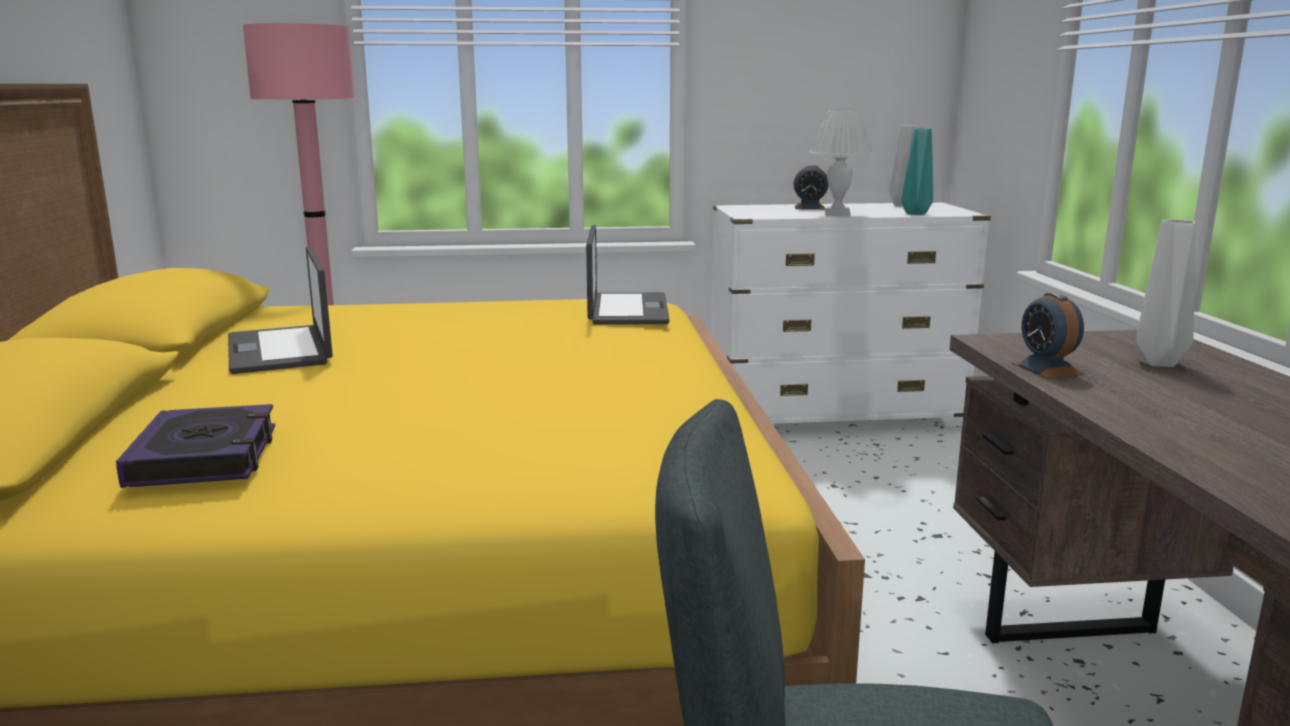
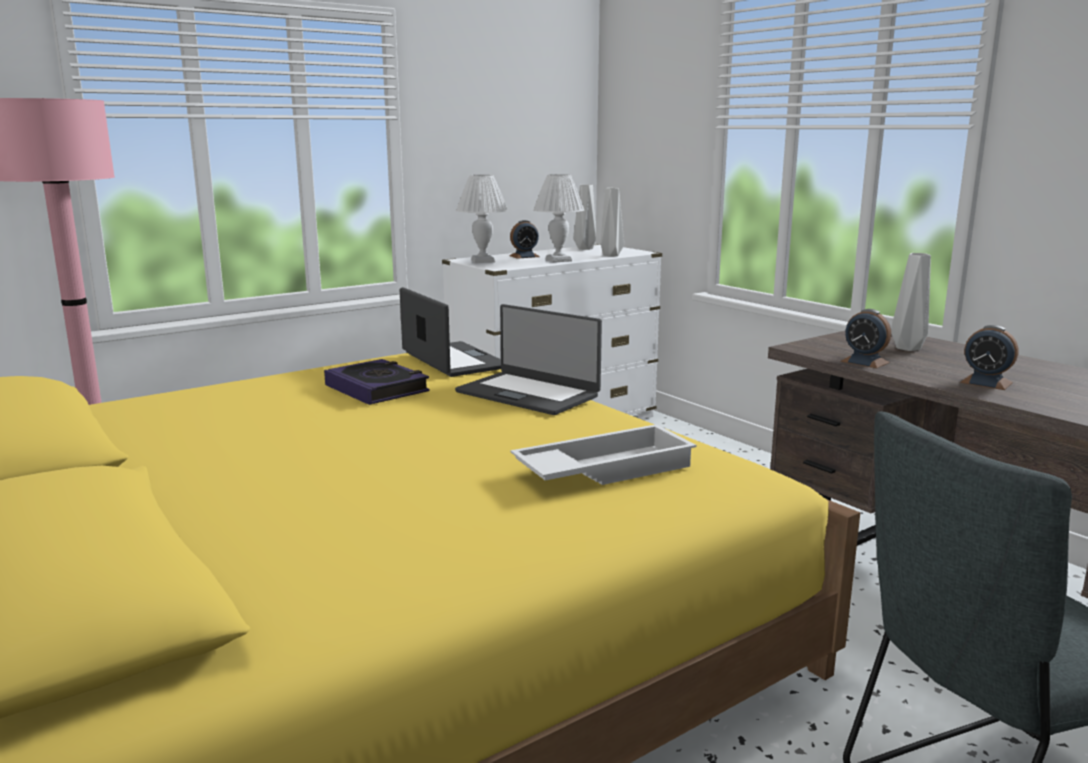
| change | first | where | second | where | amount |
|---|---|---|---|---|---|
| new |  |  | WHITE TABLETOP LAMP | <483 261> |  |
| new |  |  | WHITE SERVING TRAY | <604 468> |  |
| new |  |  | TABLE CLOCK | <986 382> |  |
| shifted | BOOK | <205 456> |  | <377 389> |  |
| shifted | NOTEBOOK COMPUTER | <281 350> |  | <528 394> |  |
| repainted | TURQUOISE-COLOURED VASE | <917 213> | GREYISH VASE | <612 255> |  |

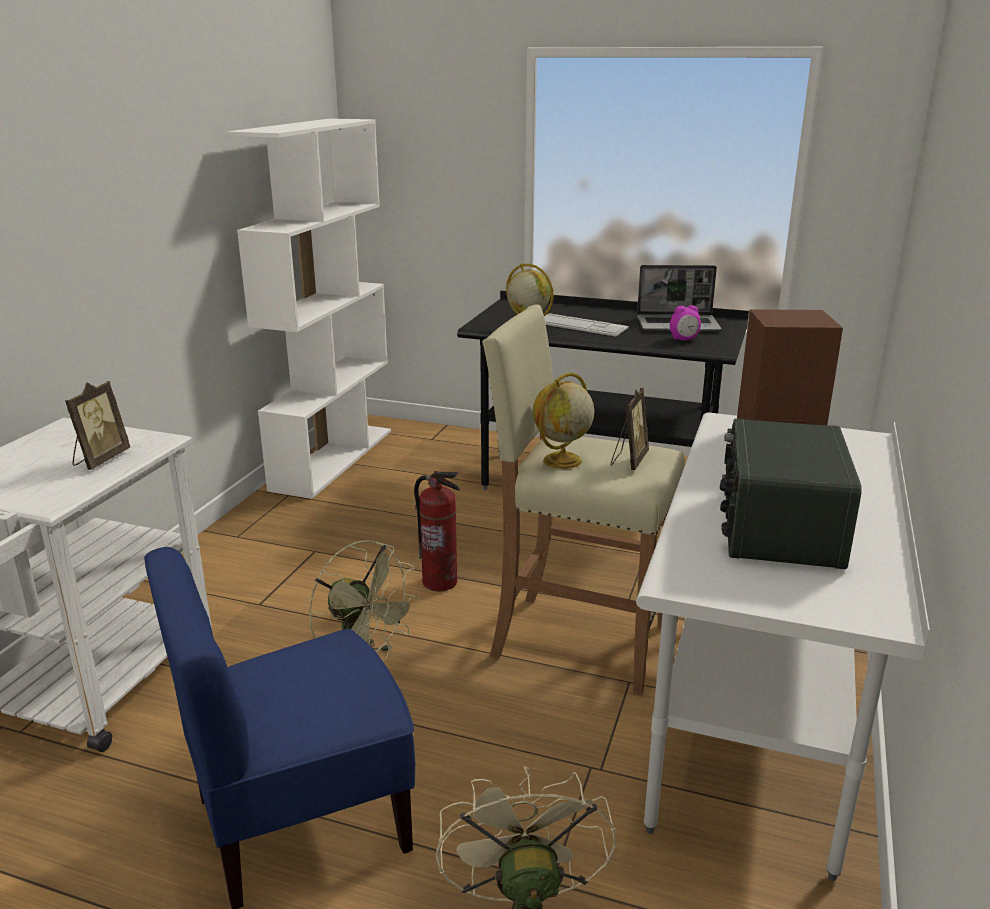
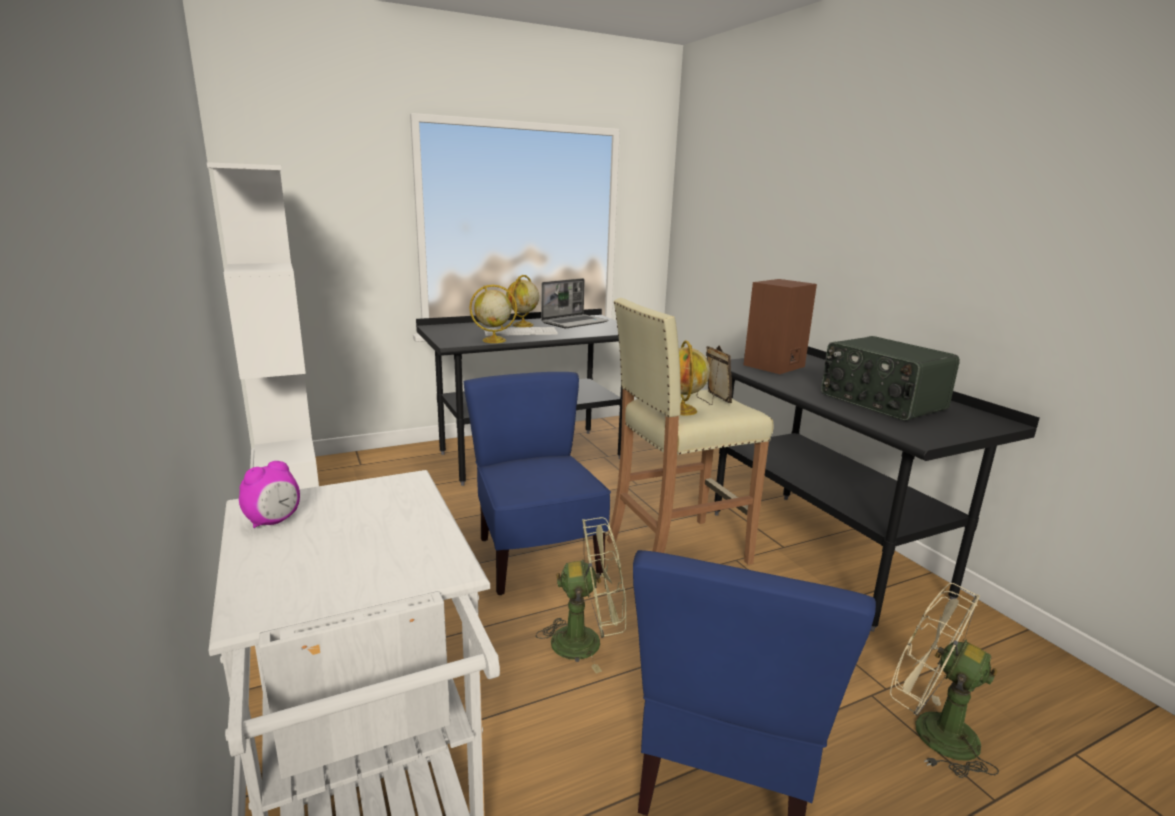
| change | first | where | second | where | amount |
|---|---|---|---|---|---|
| gone | STANDING FRAME | <100 460> |  |  |  |
| new |  |  | WORLD GLOBE | <523 325> |  |
| shifted | TABLE CLOCK | <684 339> |  | <274 521> |  |
| swapped | FIRE-FIGHTING CYLINDER | <440 582> | BLUE-COLOURED PLAIN CHAIR | <536 557> |  |
| repainted | WHITE DESK TABLE | <754 730> | BLACKISH DESK TABLE | <822 553> |  |

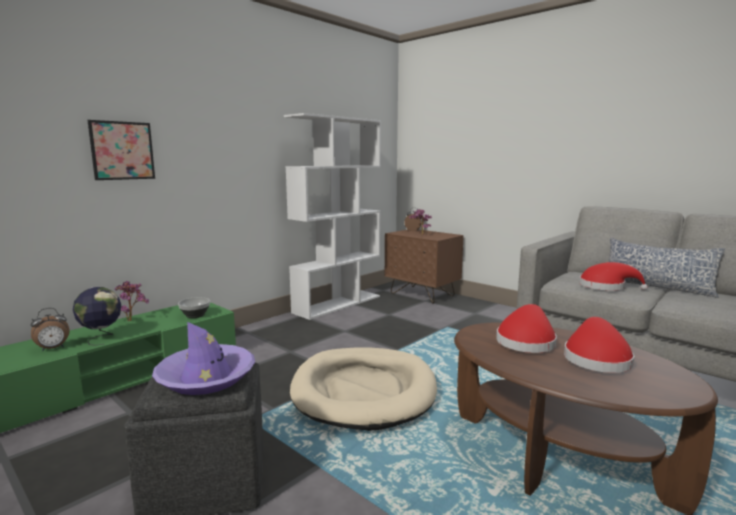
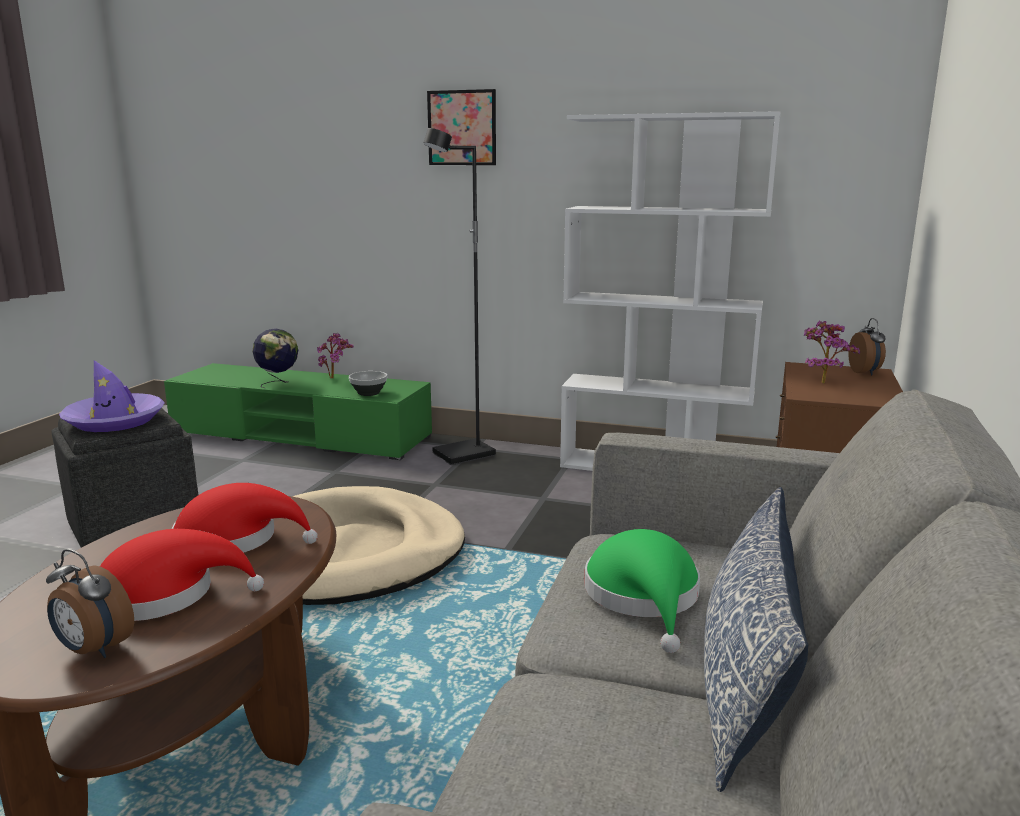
| change | first | where | second | where | amount |
|---|---|---|---|---|---|
| new |  |  | BLACKISH FLOOR LAMP | <464 455> |  |
| shifted | TABLE CLOCK | <53 348> |  | <93 650> |  |
| shifted | PICTURE | <122 150> |  | <462 128> |  |
| repainted | RED-COLOURED WEARABLE HAT | <606 287> | GREEN-COLOURED WEARABLE HAT | <644 597> |  |

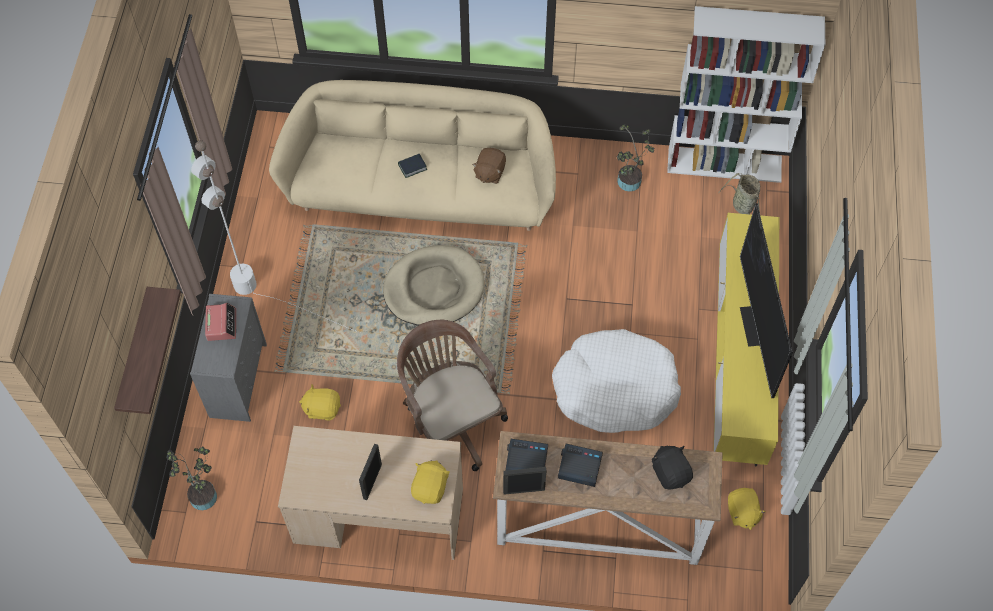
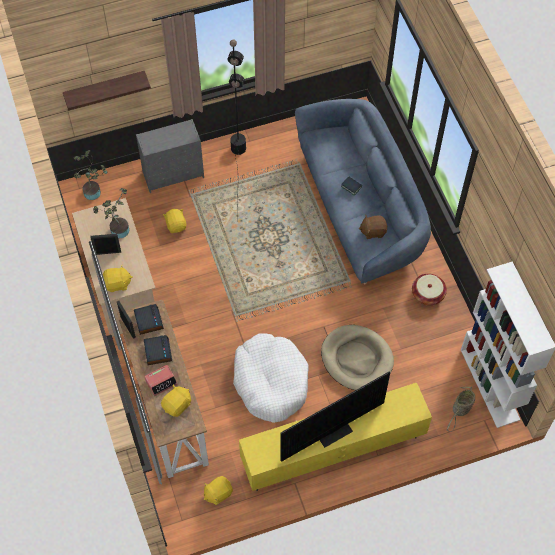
| change | first | where | second | where | amount |
|---|---|---|---|---|---|
| gone | BROWNISH OFFICE CHAIR | <450 421> |  |  |  |
| new |  |  | BASKET | <428 294> |  |
| shifted | TABLE CLOCK | <221 324> |  | <161 382> |  |
| shifted | BEIGE-COLOURED PET BED | <434 288> |  | <356 359> |  |
| shifted | HOUSEPLANT | <628 184> |  | <117 230> |  |
| repainted | WHITE FLOOR LAMP | <301 307> | BLACKISH FLOOR LAMP | <238 183> |  |
| repainted | BEIGE-COLOURED COUCH | <422 188> | BLUE-COLOURED COUCH | <360 210> |  |
| repainted | BLACKISH PLUSH TOY | <670 473> | YELLOWISH PLUSH TOY | <177 405> |  |

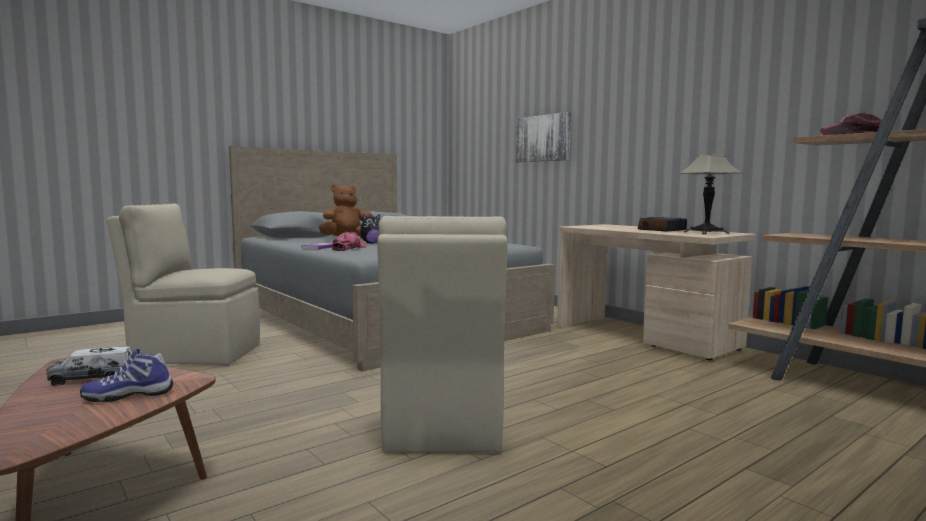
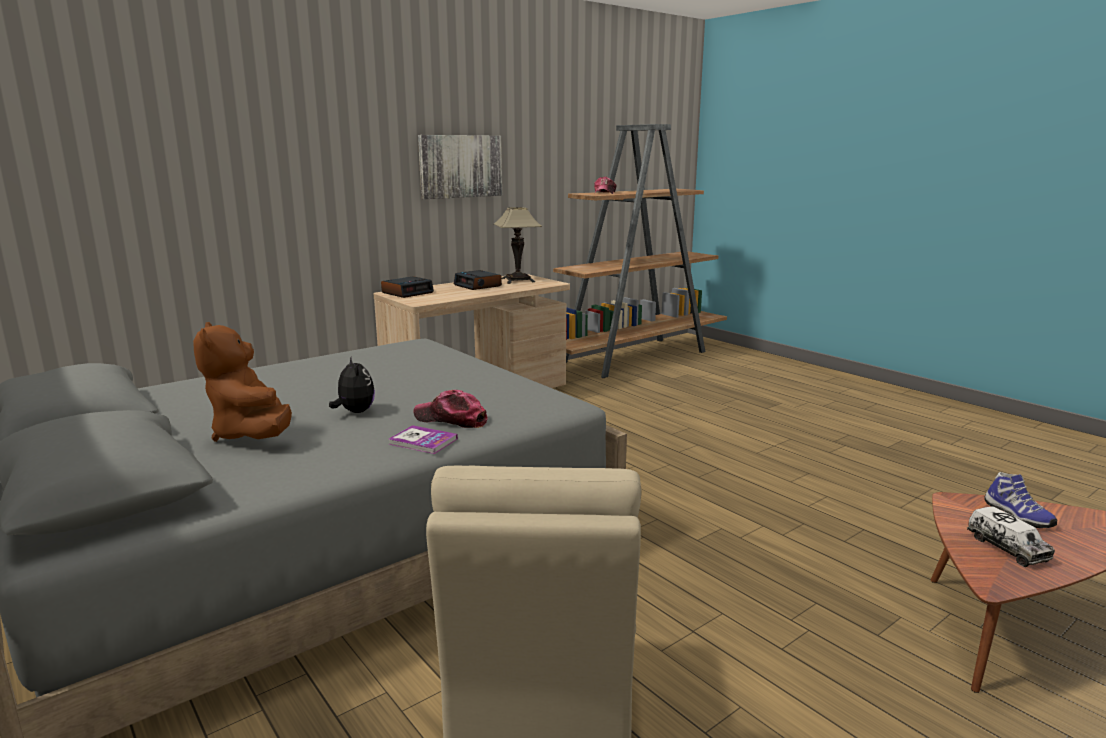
| change | first | where | second | where | amount |
|---|---|---|---|---|---|
| gone | BEIGE-COLOURED PLAIN CHAIR | <442 425> |  |  |  |
| new |  |  | TABLE CLOCK | <407 292> |  |
| shifted | PICTURE | <543 138> |  | <460 166> |  |

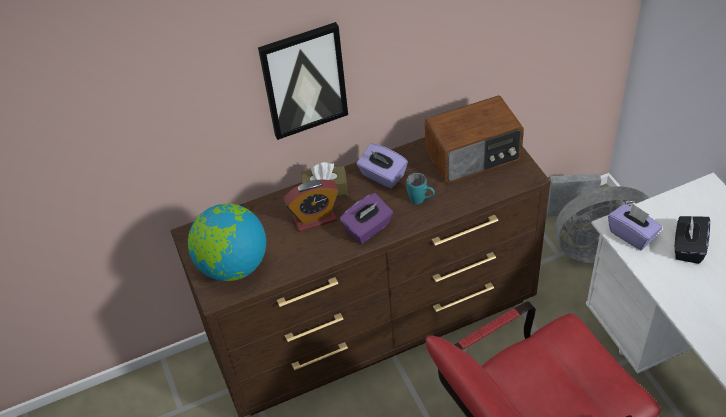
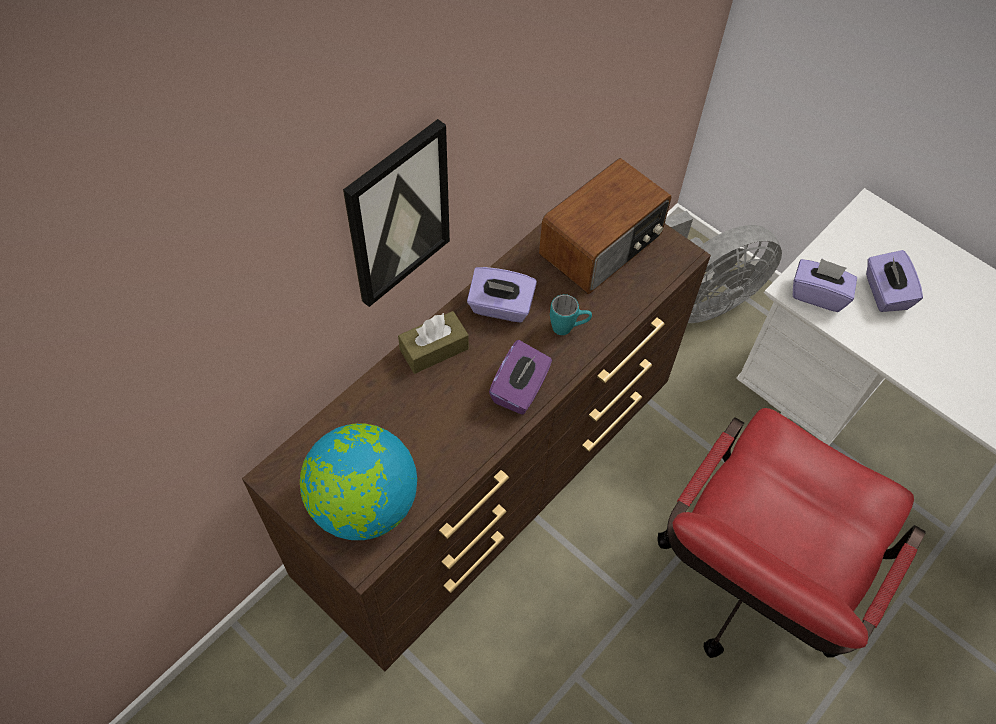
| change | first | where | second | where | amount |
|---|---|---|---|---|---|
| gone | TABLE CLOCK | <315 219> |  |  |  |
| repainted | BLACKISH TISSUE HOLDER | <688 248> | PURPLE TISSUE HOLDER | <885 293> |  |

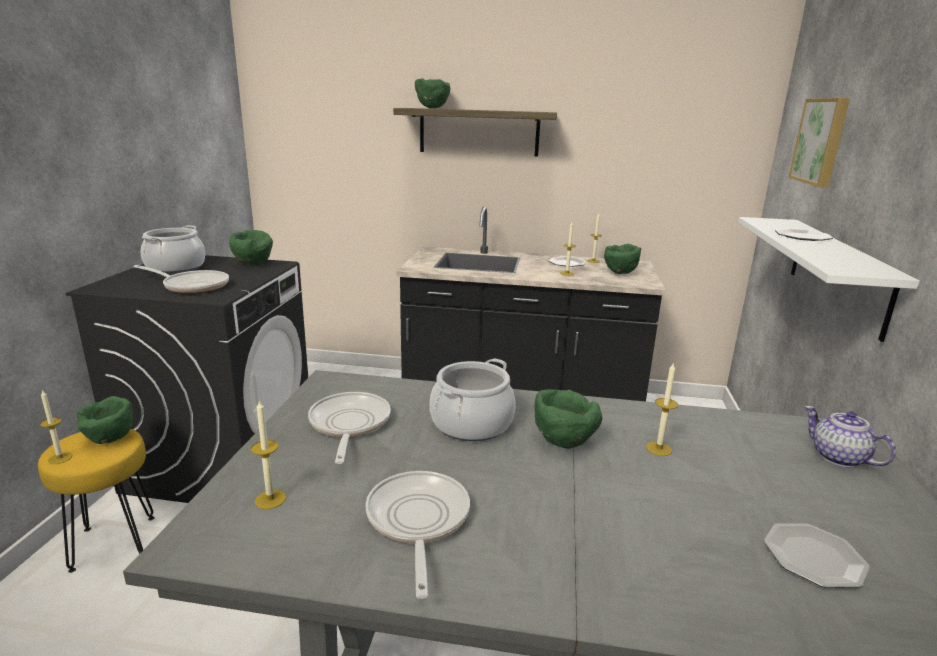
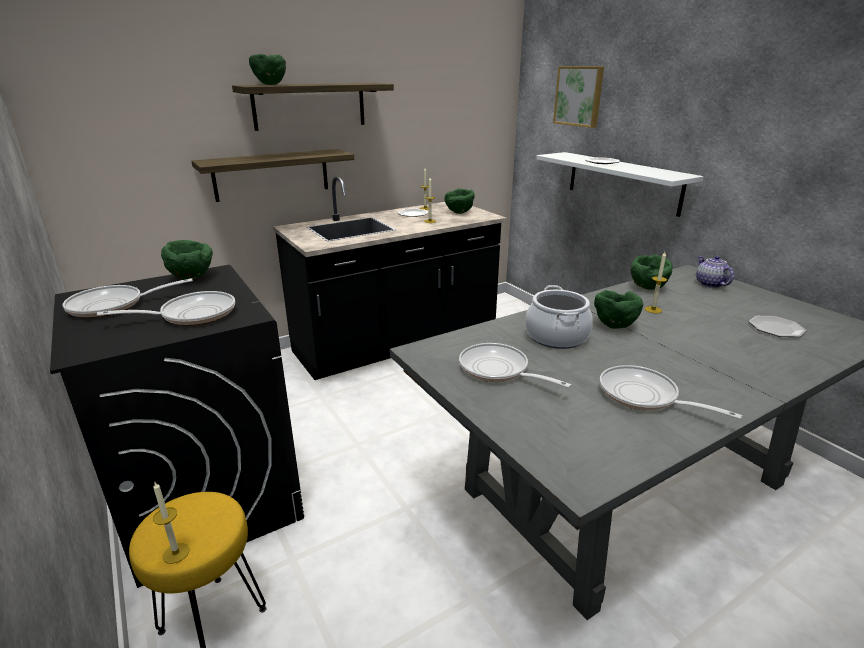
| change | first | where | second | where | amount |
|---|---|---|---|---|---|
| gone | WAX LIGHT | <270 499> |  |  |  |
| new |  |  | WALL SHELF | <271 174> |  |
| shifted | GREEN-COLOURED DEEP DISH | <110 439> |  | <648 288> |  |
| swapped | STOCKPOT | <176 268> | FRYING PAN | <113 306> |  |
| rotated | TEA POT | <838 457> |  | <709 284> | 60 degrees clockwise |

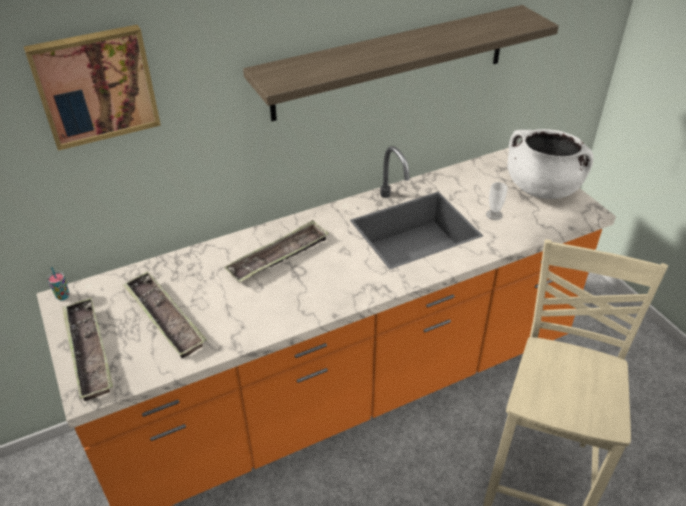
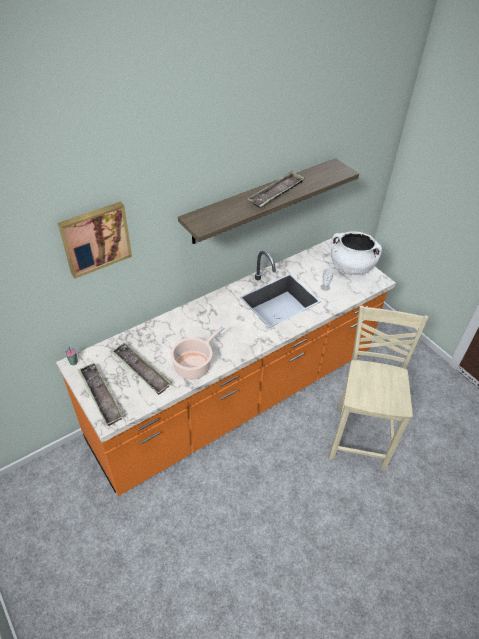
| change | first | where | second | where | amount |
|---|---|---|---|---|---|
| new |  |  | STOCKPOT | <194 365> |  |
| shifted | SERVING TRAY | <278 257> |  | <276 193> |  |

